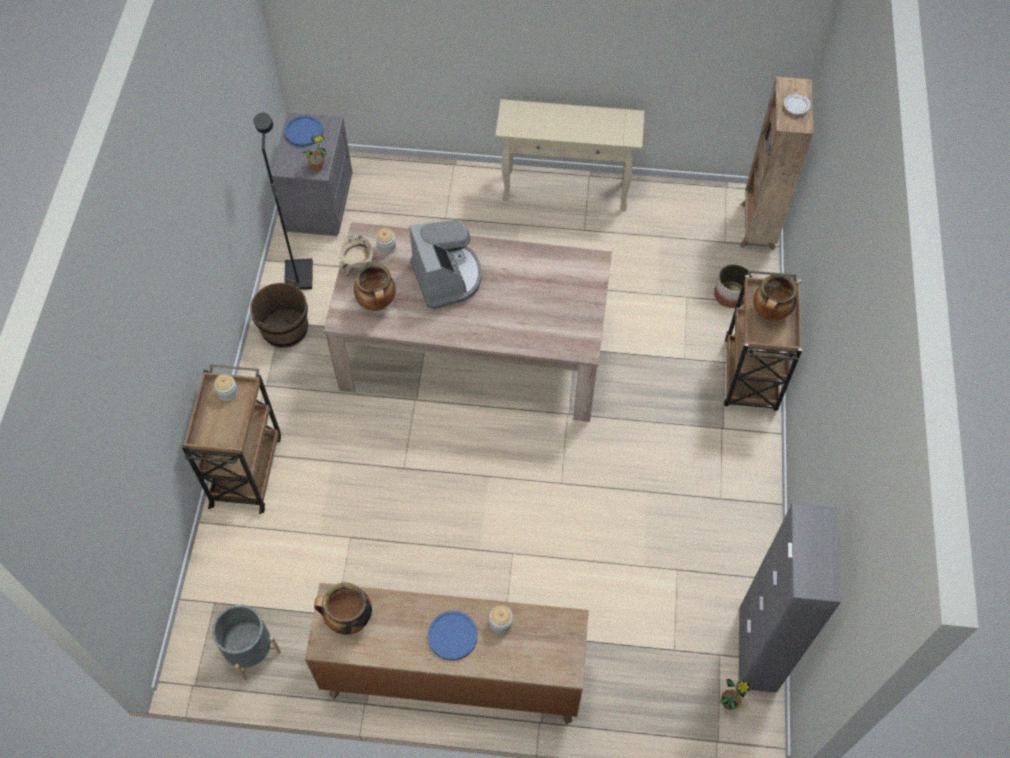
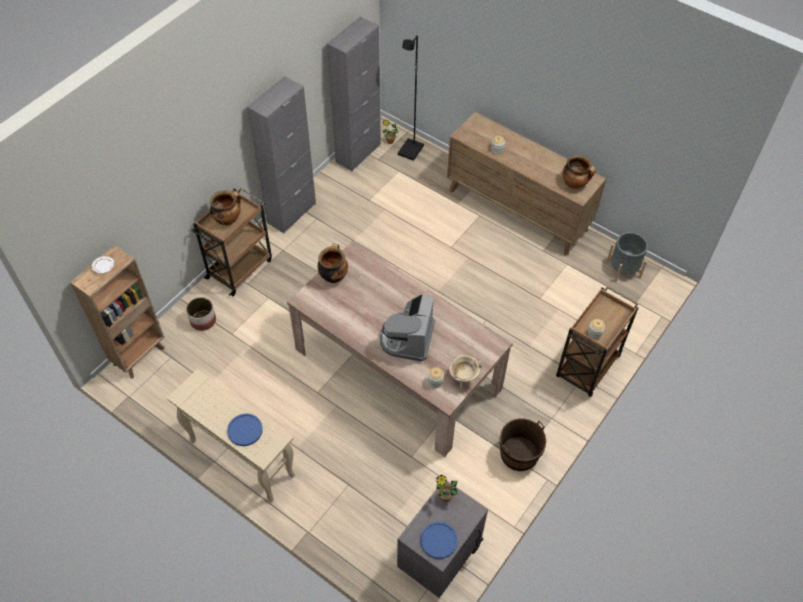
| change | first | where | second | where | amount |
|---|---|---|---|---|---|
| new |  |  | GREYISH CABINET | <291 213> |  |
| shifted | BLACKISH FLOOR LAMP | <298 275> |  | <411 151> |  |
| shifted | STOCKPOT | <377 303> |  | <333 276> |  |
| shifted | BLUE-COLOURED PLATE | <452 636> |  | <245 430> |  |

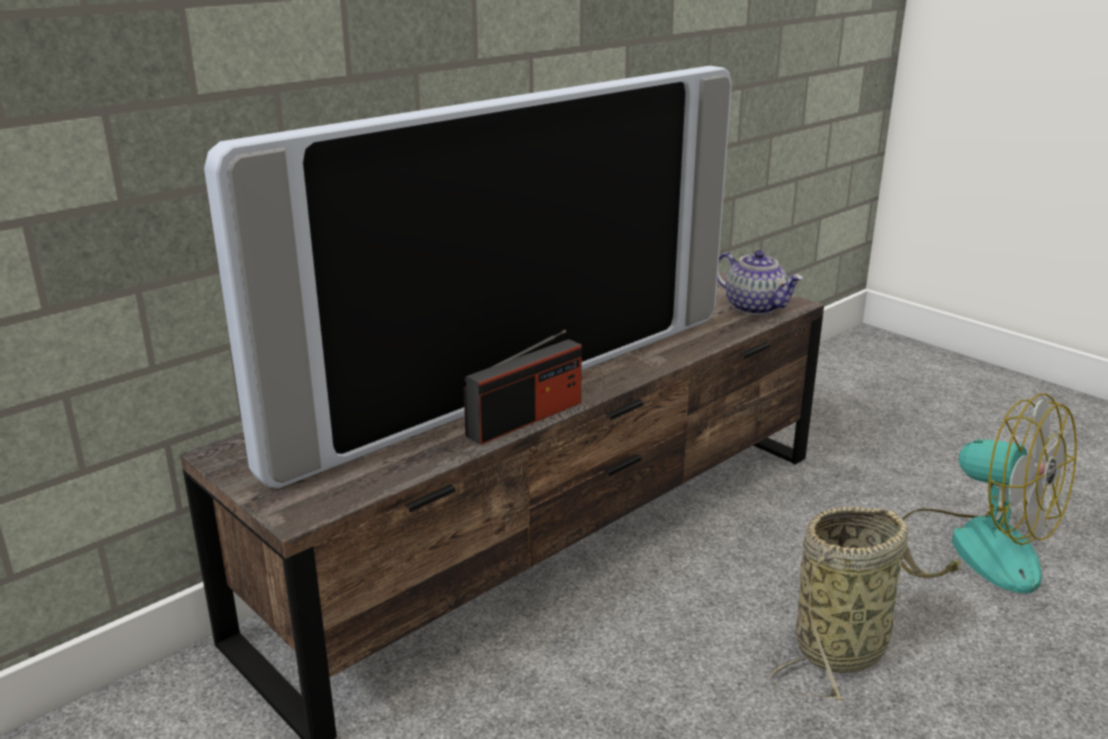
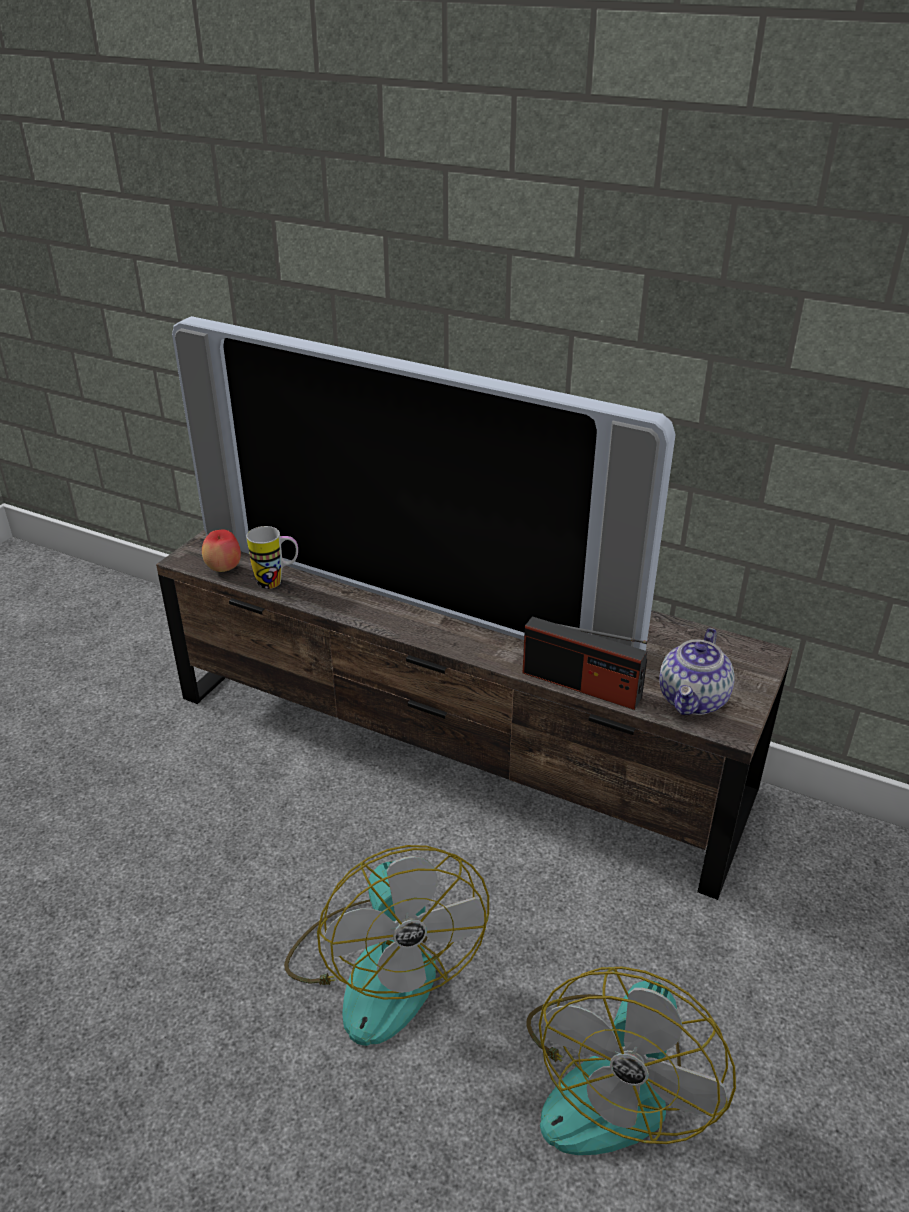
| change | first | where | second | where | amount |
|---|---|---|---|---|---|
| new |  |  | WHOLE APPLE | <224 569> |  |
| new |  |  | TEA MUG | <277 582> |  |
| shifted | RADIO RECEIVER | <525 419> |  | <581 685> |  |
| swapped | BASKET | <844 647> | ELECTRIC FAN | <381 966> |  |

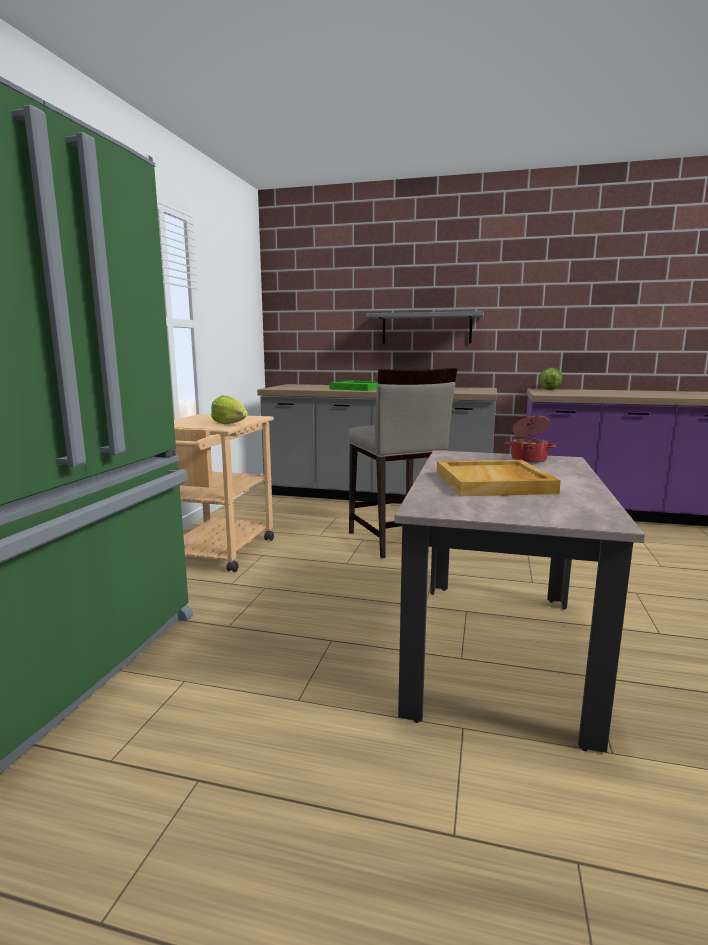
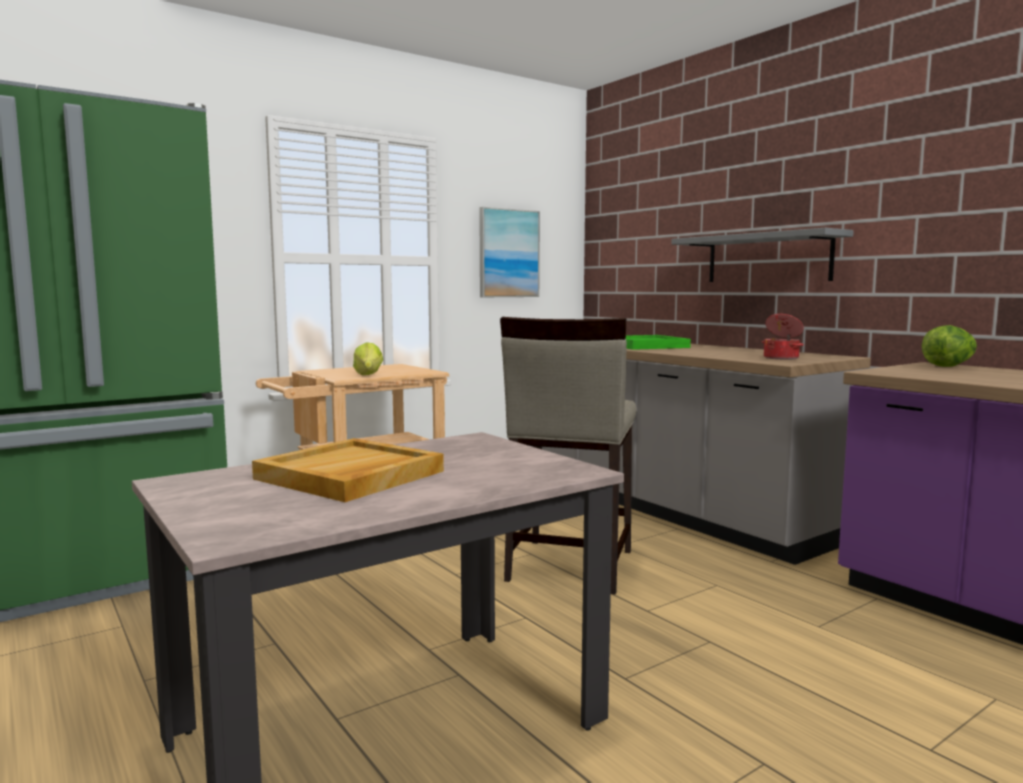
| change | first | where | second | where | amount |
|---|---|---|---|---|---|
| new |  |  | PICTURE | <508 253> |  |
| shifted | STOCKPOT | <528 459> |  | <781 358> |  |

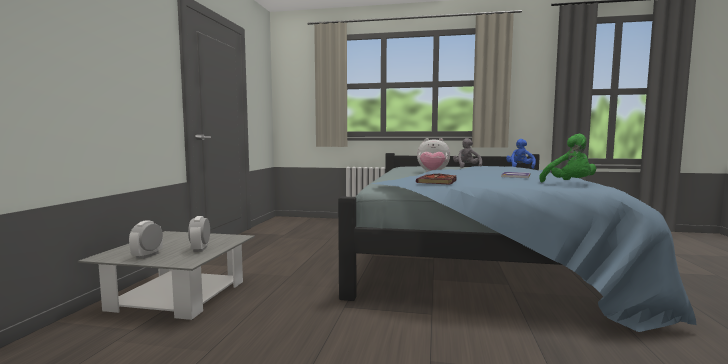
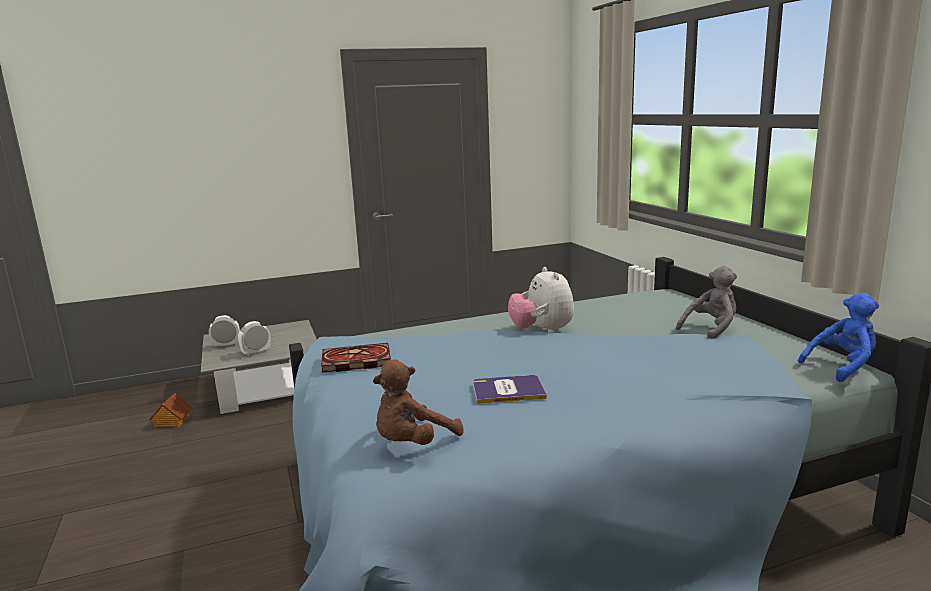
| change | first | where | second | where | amount |
|---|---|---|---|---|---|
| new |  |  | MINIATURE HOUSE | <172 421> |  |
| repainted | GREEN-COLOURED PLUSH TOY | <569 184> | BROWNISH PLUSH TOY | <413 443> |  |

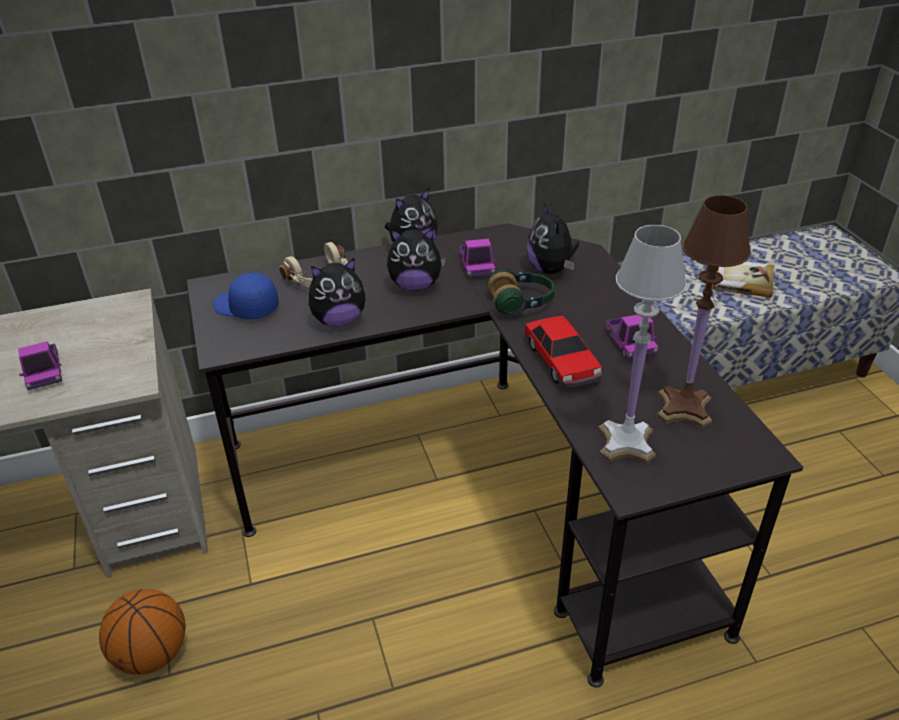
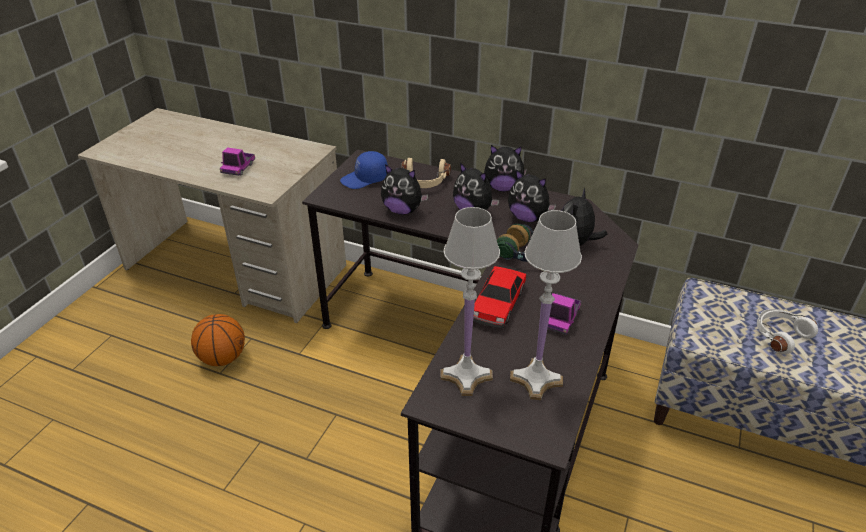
| change | first | where | second | where | amount |
|---|---|---|---|---|---|
| swapped | TOY LORRY | <476 266> | PLUSH TOY | <528 218> |  |
| swapped | BOOK | <738 279> | WHITE HEADPHONES | <779 335> |  |
| repainted | BROWNISH TABLETOP LAMP | <684 408> | WHITE TABLETOP LAMP | <536 379> |  |
| rotated | BLUE-COLOURED CAP | <246 308> |  | <365 179> | 90 degrees counterclockwise |

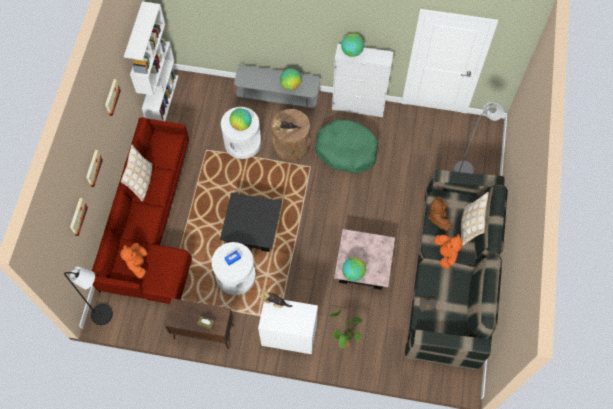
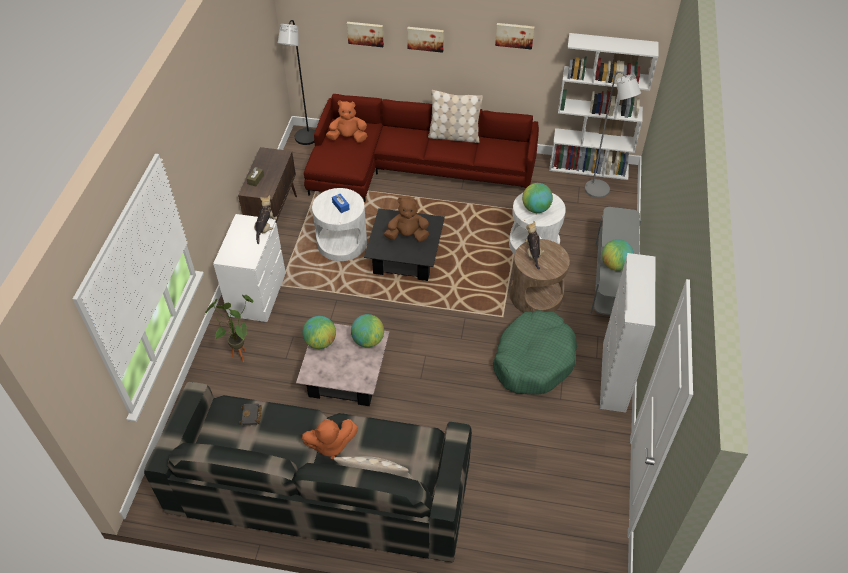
| change | first | where | second | where | amount |
|---|---|---|---|---|---|
| shifted | WORLD GLOBE | <352 52> |  | <368 340> |  |
| shifted | BROWNISH PLUSH TOY | <438 217> |  | <407 236> |  |
| shifted | GREYISH FLOOR LAMP | <467 168> |  | <600 192> |  |

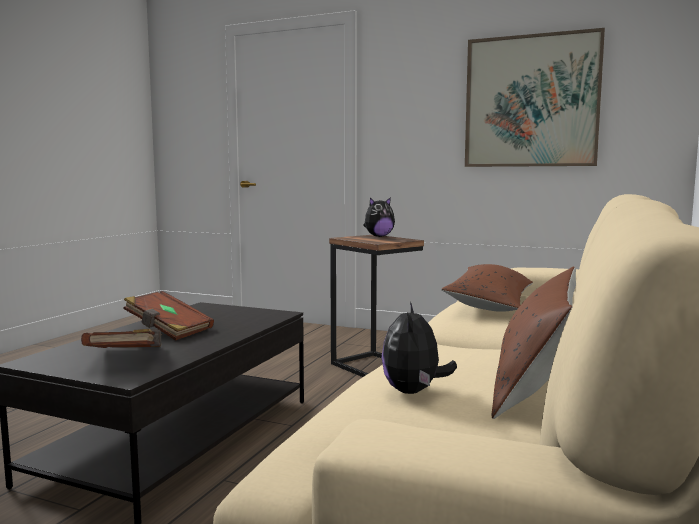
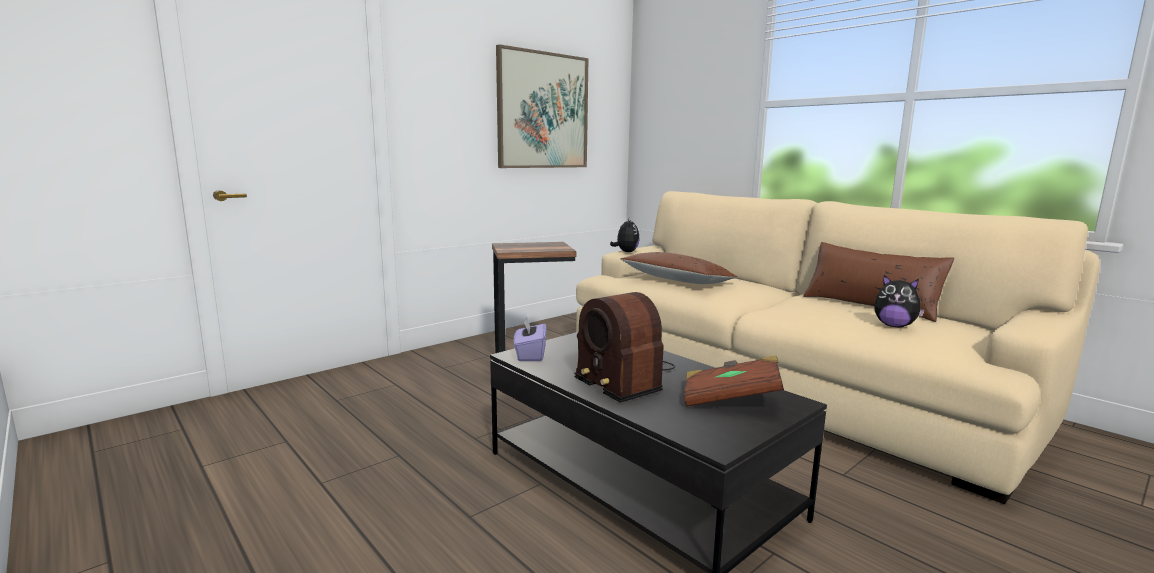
| change | first | where | second | where | amount |
|---|---|---|---|---|---|
| new |  |  | PURPLE TISSUE HOLDER | <530 355> |  |
| shifted | PLUSH TOY | <378 236> |  | <626 252> |  |
| swapped | BROWNISH BOOK | <168 330> | RADIO RECEIVER | <623 377> |  |

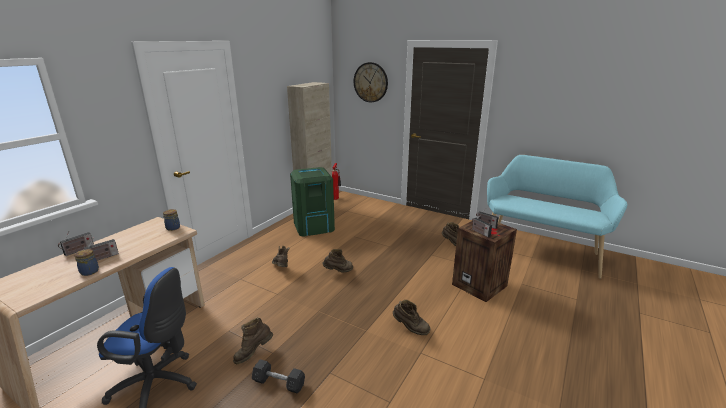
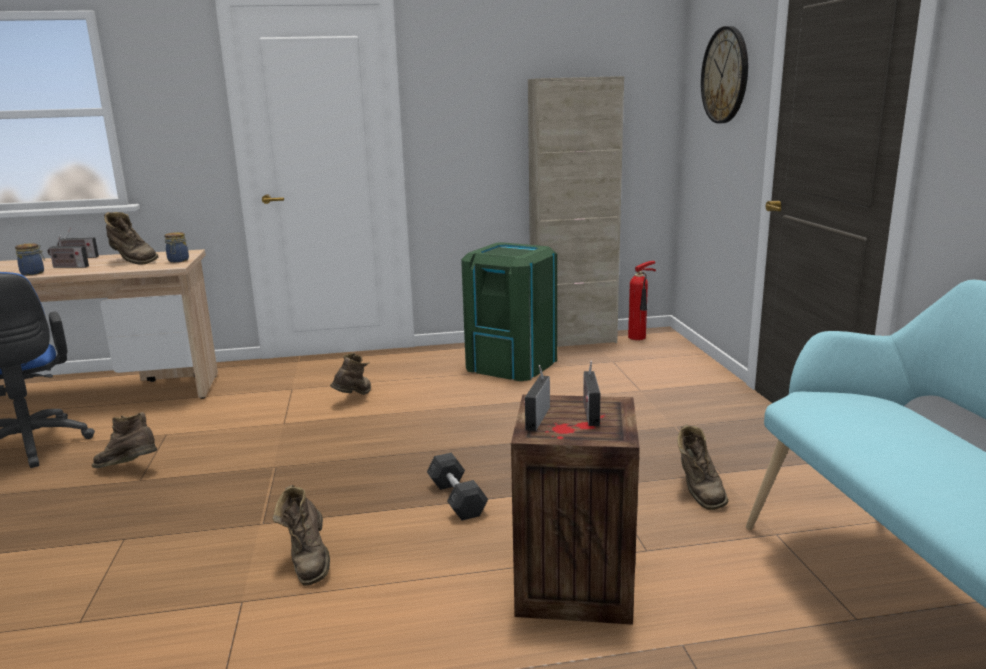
| change | first | where | second | where | amount |
|---|---|---|---|---|---|
| shifted | GREYISH FREE WEIGHT | <279 383> |  | <457 499> |  |
| shifted | BROWNISH BOOT | <338 271> |  | <132 261> |  |

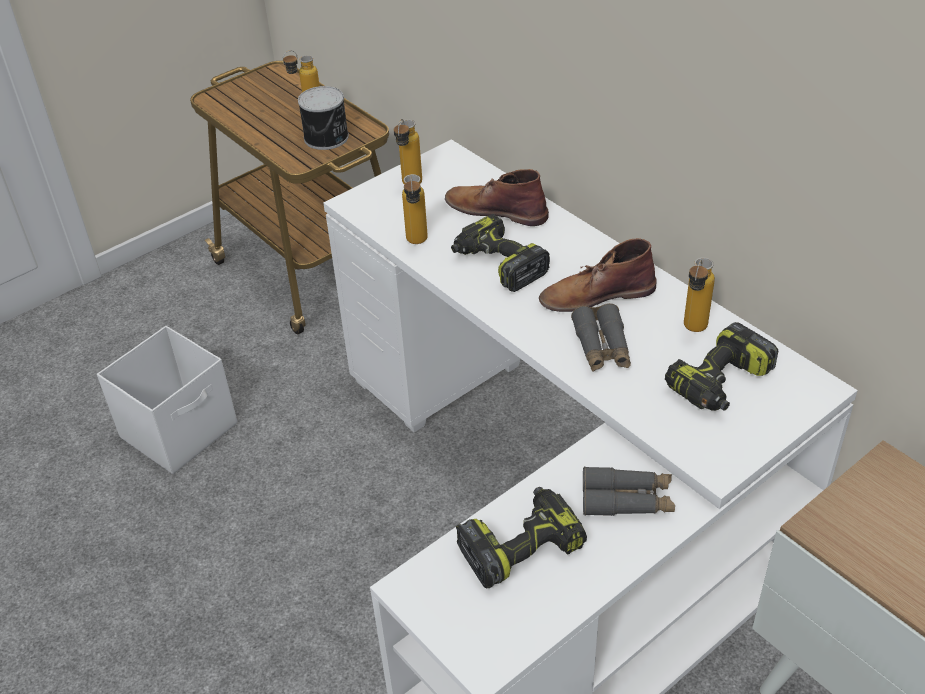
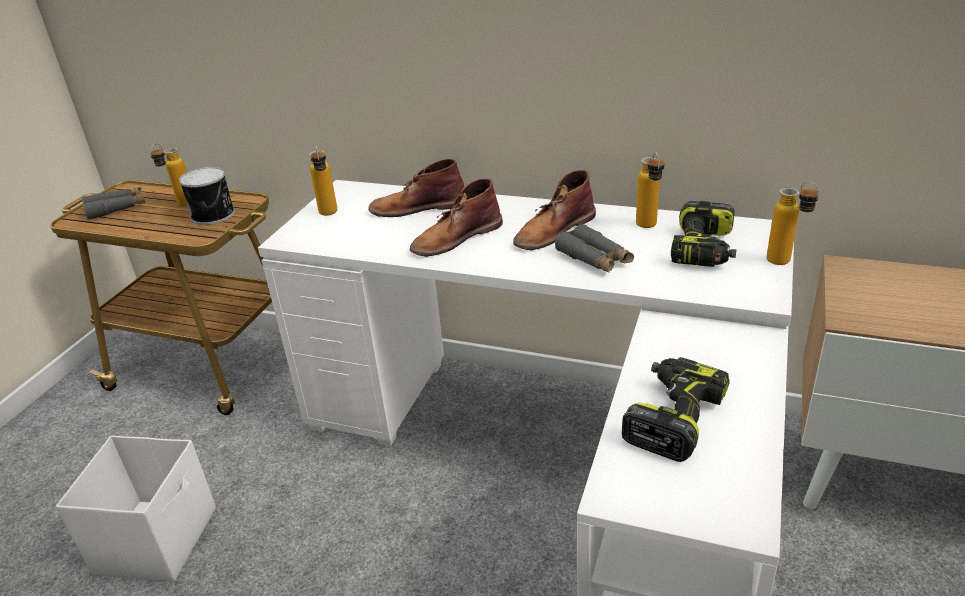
| change | first | where | second | where | amount |
|---|---|---|---|---|---|
| shifted | DRINK BOTTLE | <417 244> |  | <786 264> |  |
| shifted | GREYISH FIELD GLASSES | <627 500> |  | <116 208> |  |
| swapped | ELECTRIC DRILL | <498 264> | BROWNISH BOOT | <456 238> |  |

